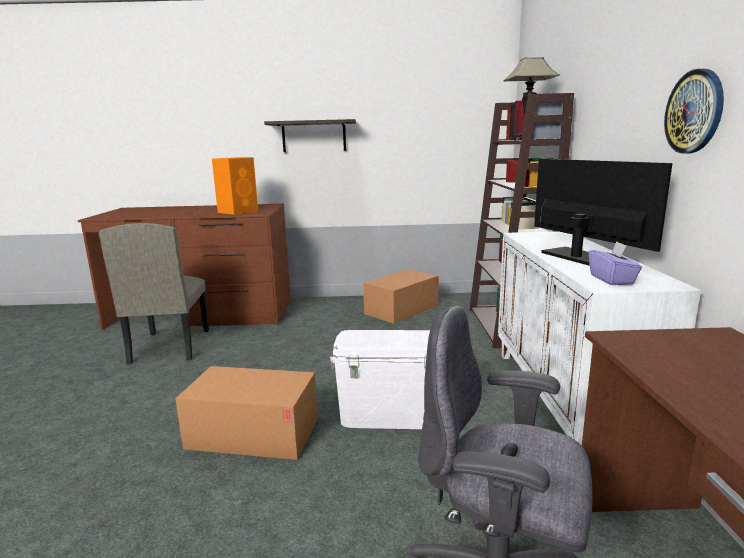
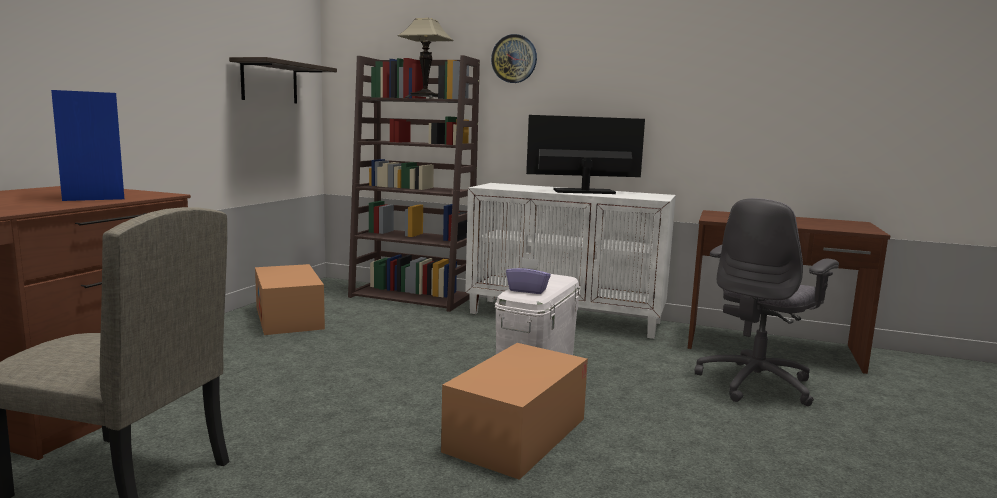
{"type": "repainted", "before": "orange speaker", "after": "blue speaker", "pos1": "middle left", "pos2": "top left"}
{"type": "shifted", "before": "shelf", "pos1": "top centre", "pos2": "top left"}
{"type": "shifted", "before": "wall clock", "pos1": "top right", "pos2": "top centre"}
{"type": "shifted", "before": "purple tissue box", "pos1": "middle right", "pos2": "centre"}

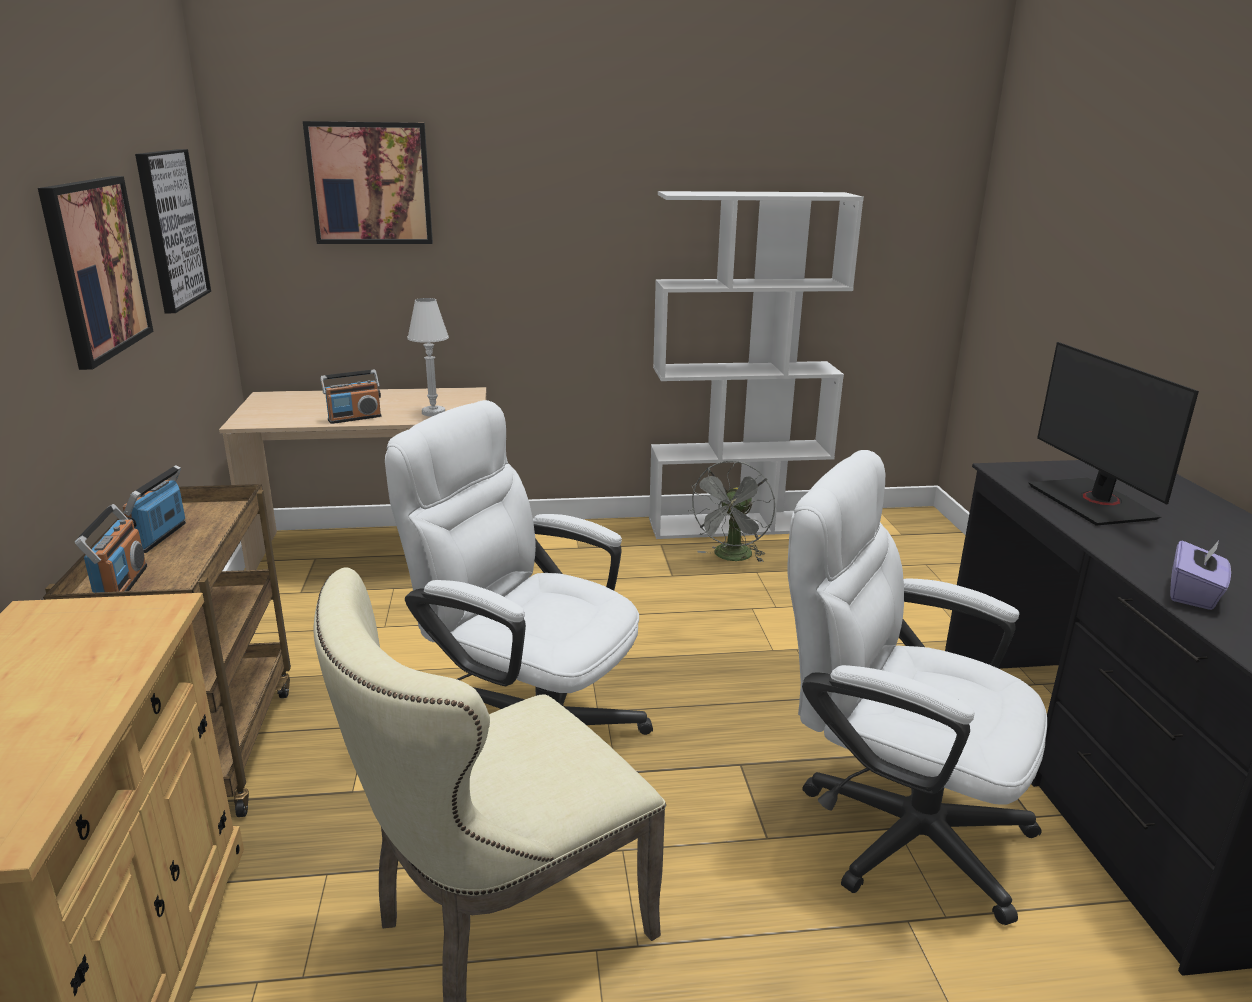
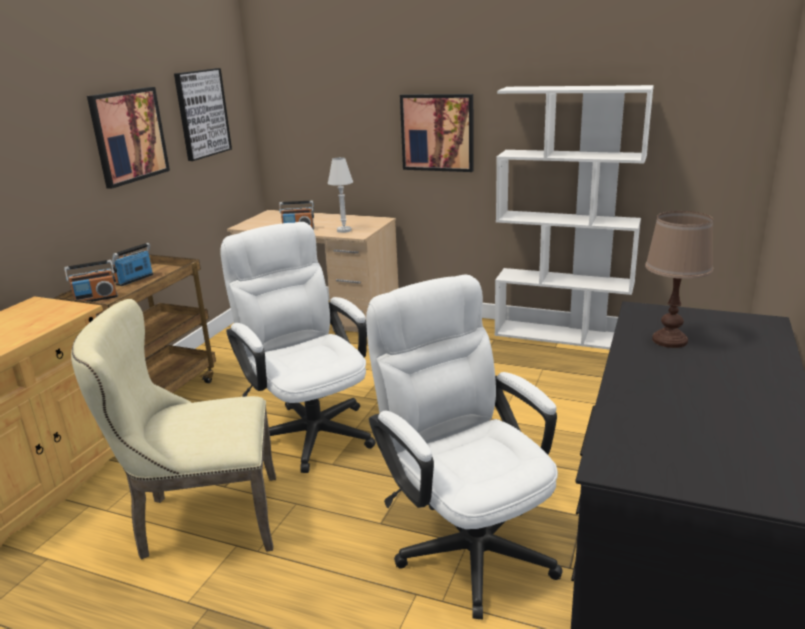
{"type": "rotated", "before": "radio (no. 1 from left)", "pos1": "middle left", "pos2": "middle left", "turn": 45}
{"type": "shifted", "before": "picture (no. 3 from left)", "pos1": "top left", "pos2": "top centre"}
{"type": "swapped", "before": "monitor", "after": "brown table lamp", "pos1": "middle right", "pos2": "middle right"}
{"type": "gone", "before": "grey fan", "pos1": "centre"}
{"type": "gone", "before": "purple tissue box", "pos1": "middle right"}

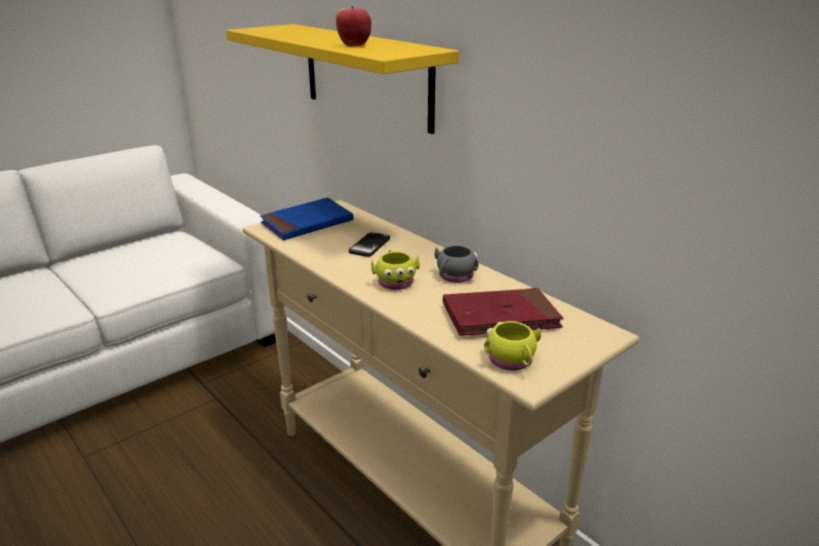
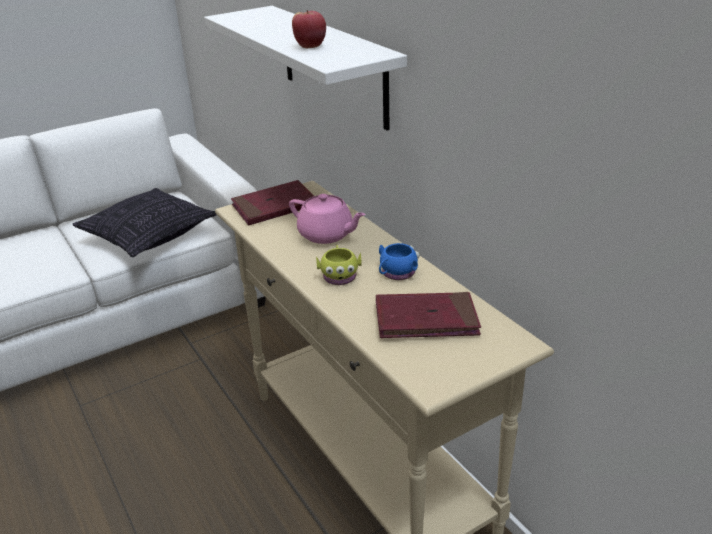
{"type": "new", "after": "pillow", "pos2": "middle left"}
{"type": "repainted", "before": "yellow shelf", "after": "white shelf", "pos1": "top centre", "pos2": "top centre"}
{"type": "repainted", "before": "blue book", "after": "red book (no. 1 from left)", "pos1": "centre", "pos2": "centre"}
{"type": "swapped", "before": "phone", "after": "pink teapot", "pos1": "centre", "pos2": "centre"}
{"type": "repainted", "before": "grey mug", "after": "blue mug", "pos1": "centre", "pos2": "centre"}
{"type": "gone", "before": "yellow mug (no. 2 from left)", "pos1": "centre"}

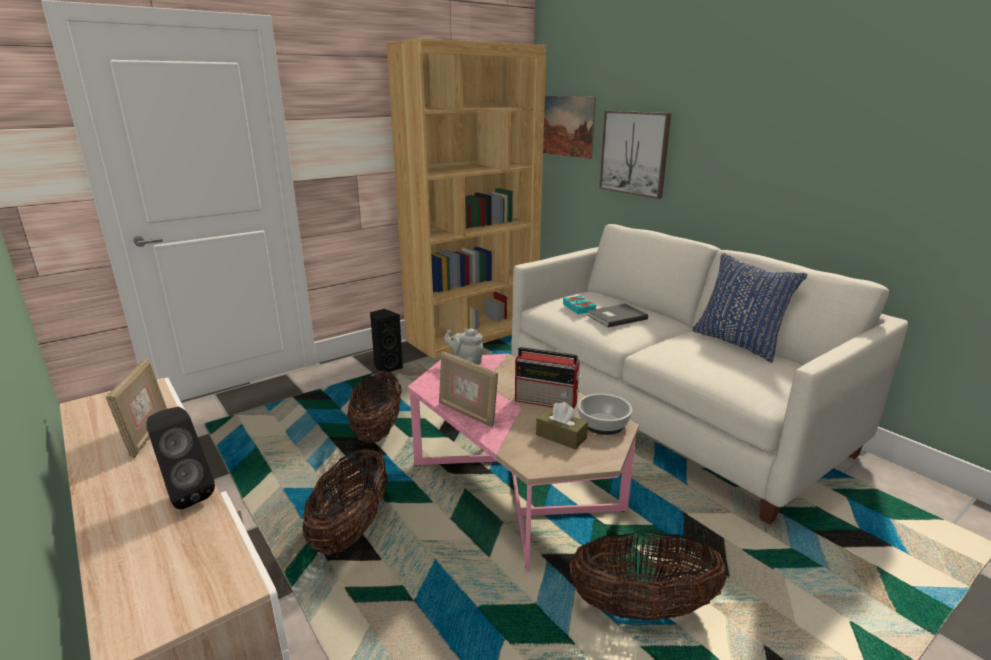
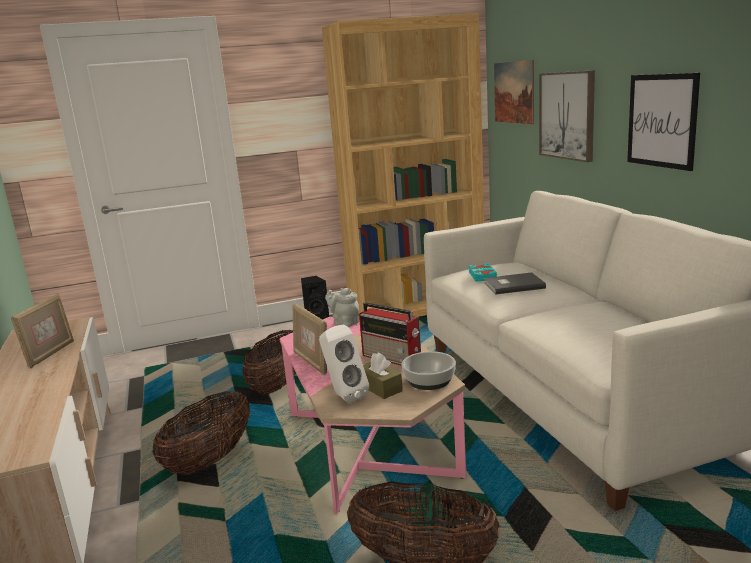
{"type": "new", "after": "white speaker", "pos2": "centre"}
{"type": "new", "after": "picture (no. 3 from left)", "pos2": "top right"}
{"type": "gone", "before": "black speaker (no. 1 from left)", "pos1": "bottom left"}
{"type": "gone", "before": "blue pillow", "pos1": "middle right"}

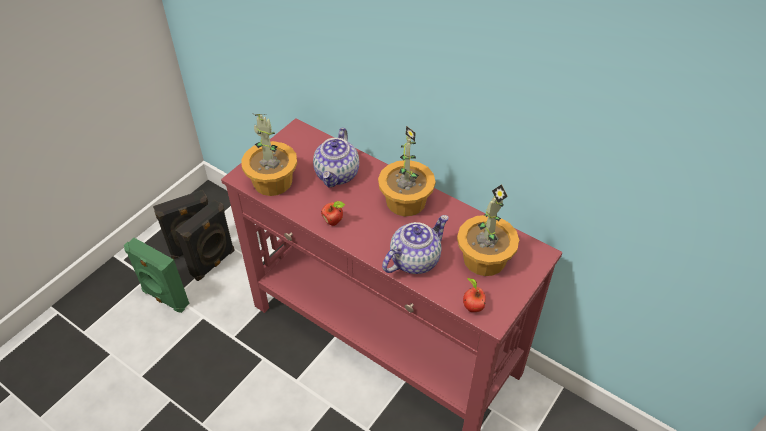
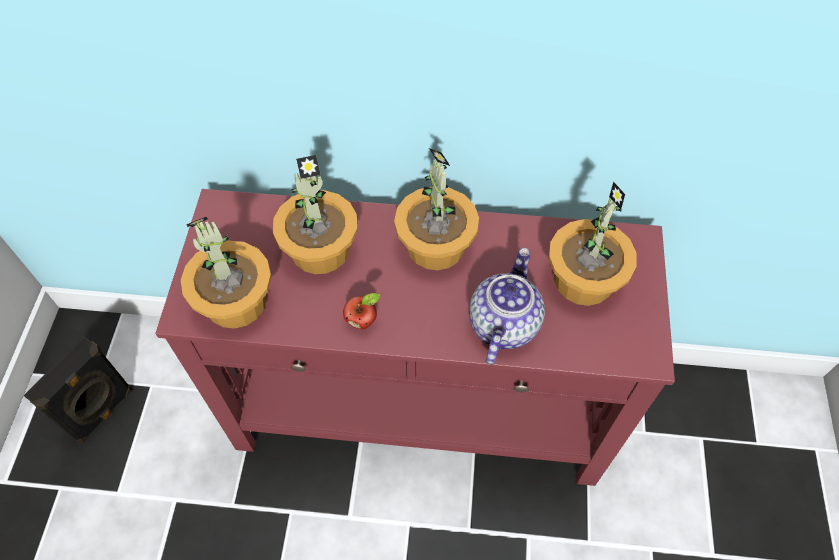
{"type": "swapped", "before": "teapot (no. 1 from left)", "after": "potted plant (no. 2 from left)", "pos1": "centre", "pos2": "centre"}
{"type": "gone", "before": "green speaker", "pos1": "middle left"}
{"type": "gone", "before": "black speaker (no. 2 from left)", "pos1": "middle left"}
{"type": "gone", "before": "apple (no. 2 from left)", "pos1": "bottom centre"}

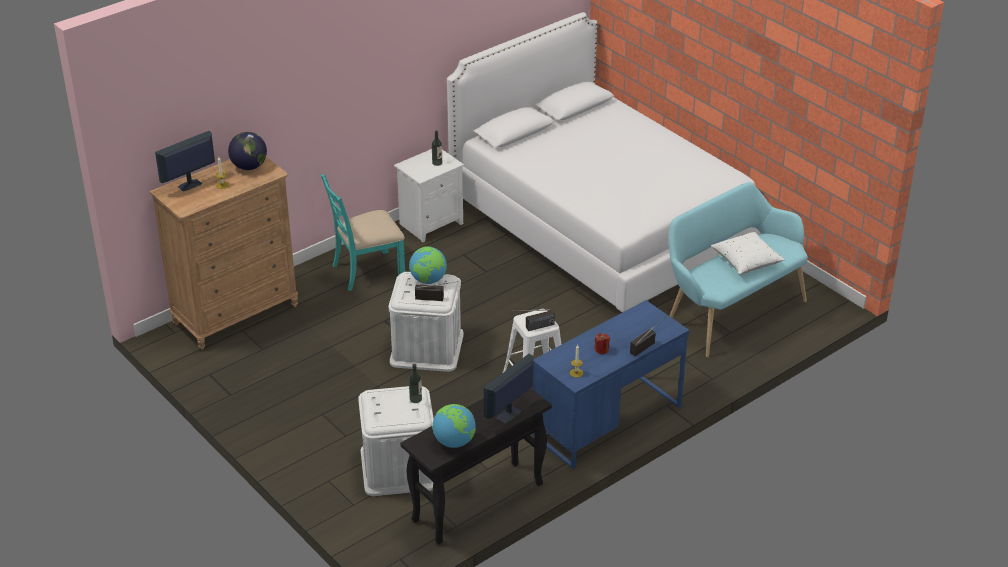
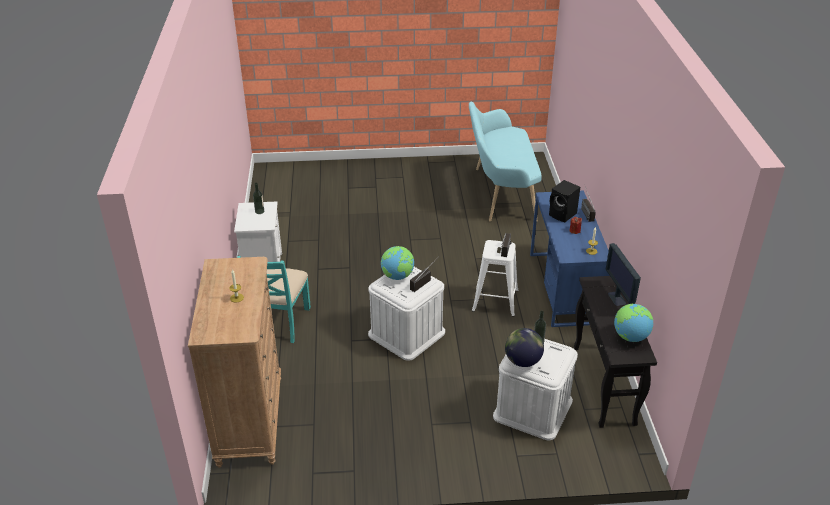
{"type": "shifted", "before": "globe (no. 1 from left in the first image)", "after": "globe (no. 2 from left)", "pos1": "top left", "pos2": "bottom centre"}
{"type": "new", "after": "black speaker", "pos2": "middle right"}
{"type": "gone", "before": "monitor (no. 1 from left)", "pos1": "top left"}
{"type": "gone", "before": "white bed", "pos1": "top centre"}
{"type": "gone", "before": "white pillow", "pos1": "middle right"}

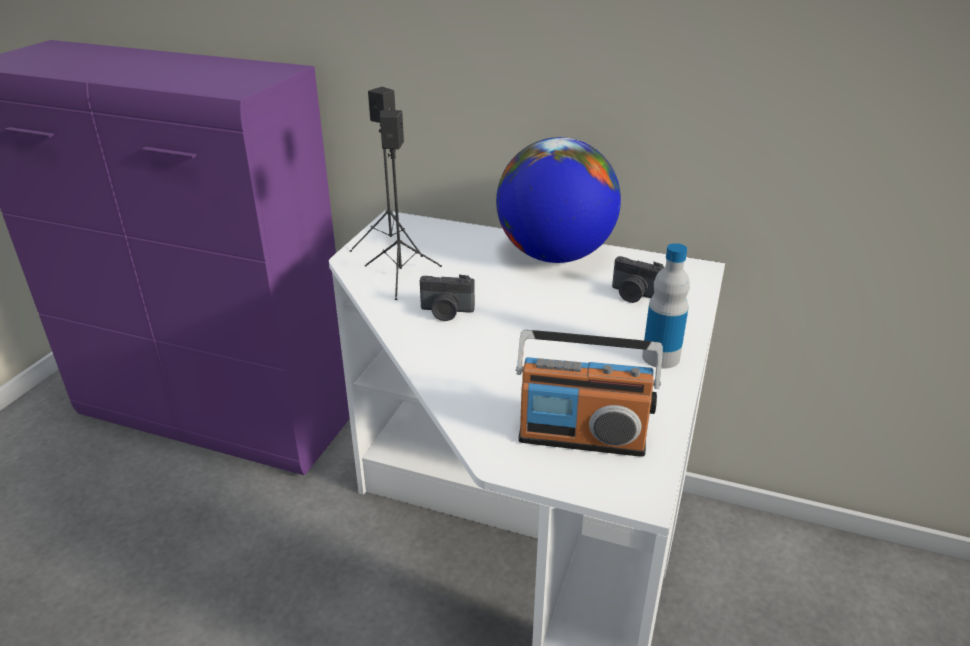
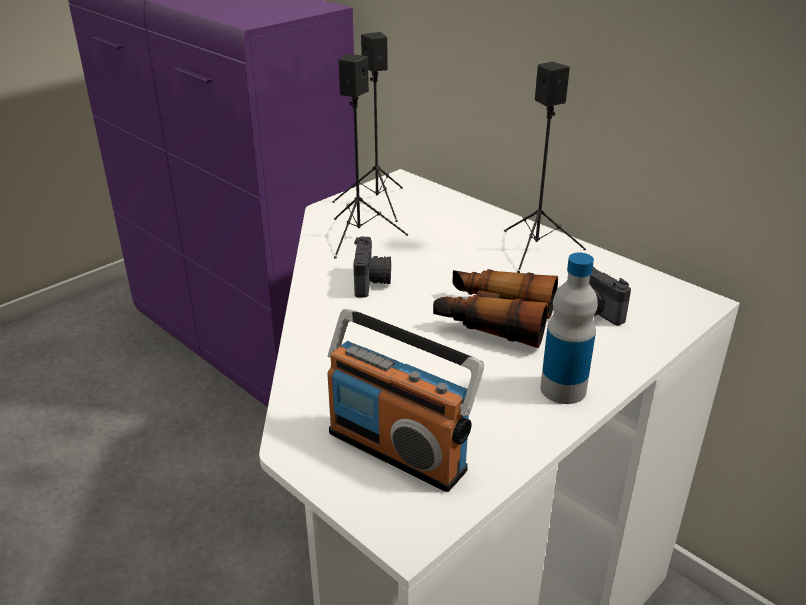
{"type": "rotated", "before": "photo camera (no. 1 from left)", "pos1": "centre", "pos2": "centre", "turn": -120}
{"type": "new", "after": "binoculars", "pos2": "centre"}
{"type": "swapped", "before": "globe", "after": "black speaker (no. 3 from left)", "pos1": "top centre", "pos2": "top right"}

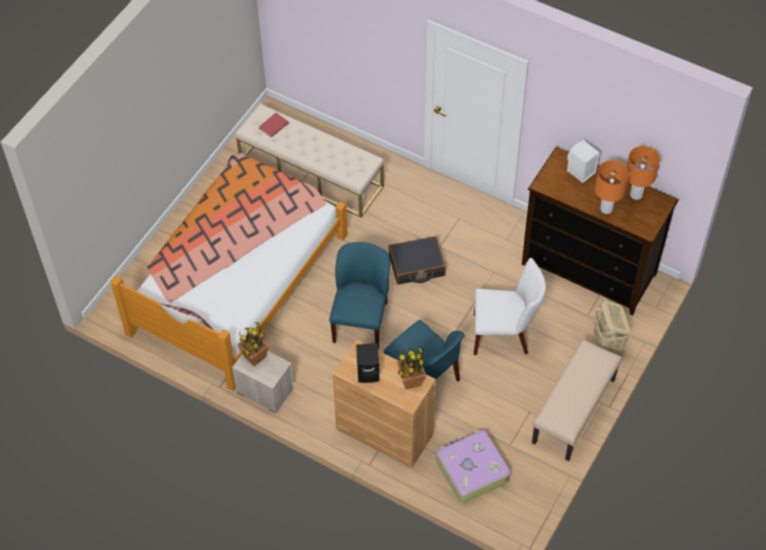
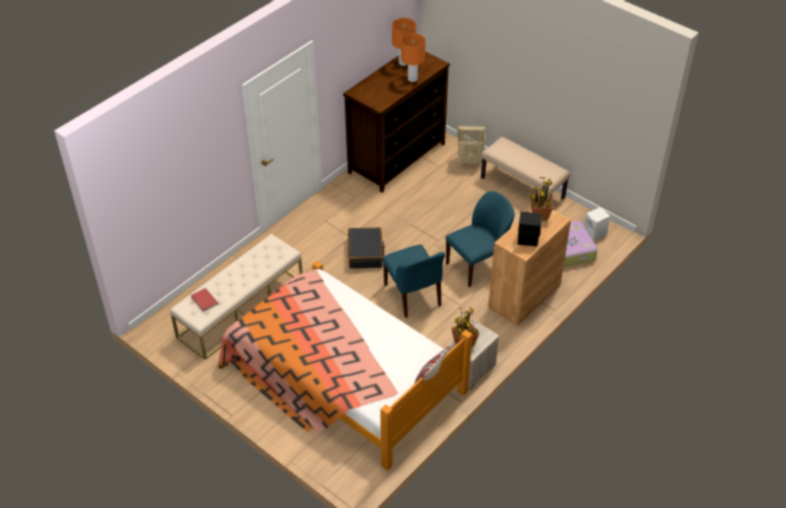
{"type": "rotated", "before": "blue chair (no. 1 from left)", "pos1": "centre", "pos2": "centre", "turn": -135}
{"type": "shifted", "before": "white speaker", "pos1": "top right", "pos2": "middle right"}
{"type": "gone", "before": "white chair", "pos1": "centre"}

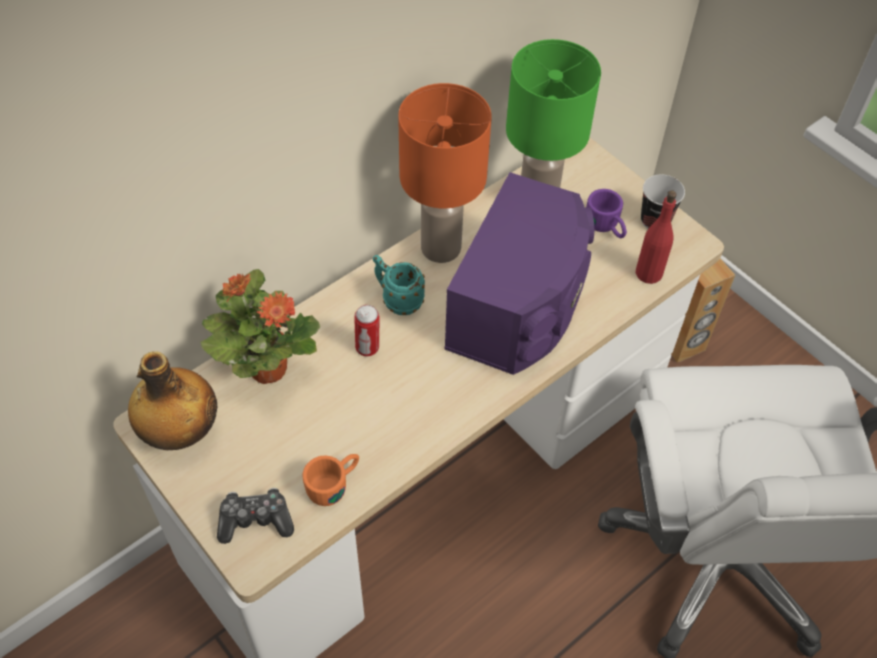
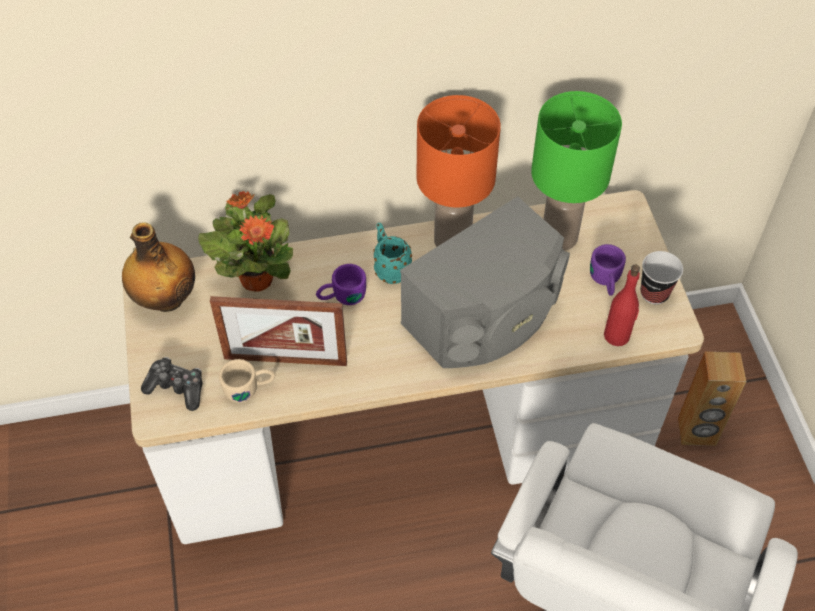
{"type": "new", "after": "picture frame", "pos2": "centre"}
{"type": "repainted", "before": "orange mug", "after": "beige mug", "pos1": "bottom centre", "pos2": "middle left"}
{"type": "swapped", "before": "can", "after": "purple mug (no. 1 from left)", "pos1": "centre", "pos2": "centre"}
{"type": "repainted", "before": "purple speaker", "after": "grey speaker", "pos1": "centre", "pos2": "centre"}

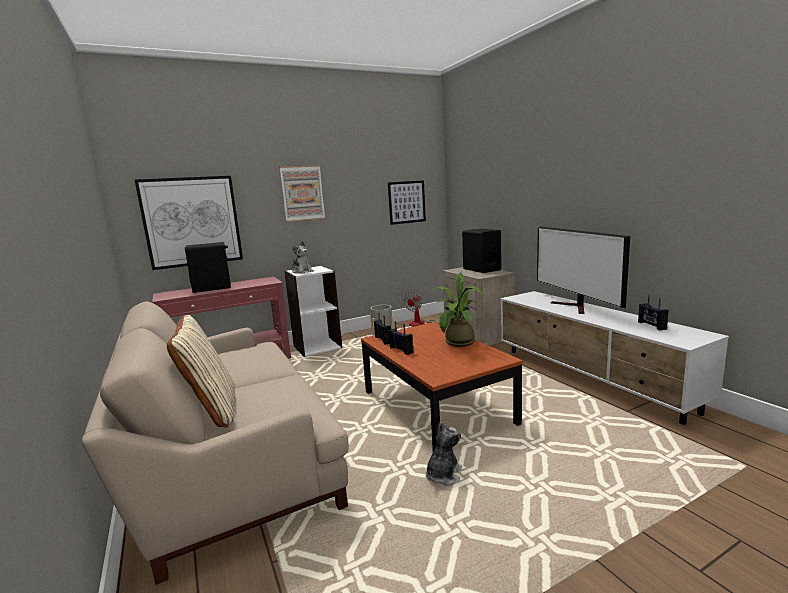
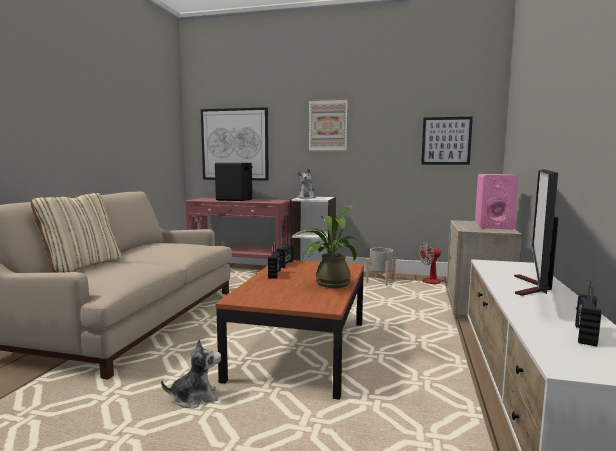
{"type": "repainted", "before": "black speaker (no. 2 from left)", "after": "pink speaker", "pos1": "centre", "pos2": "middle right"}

